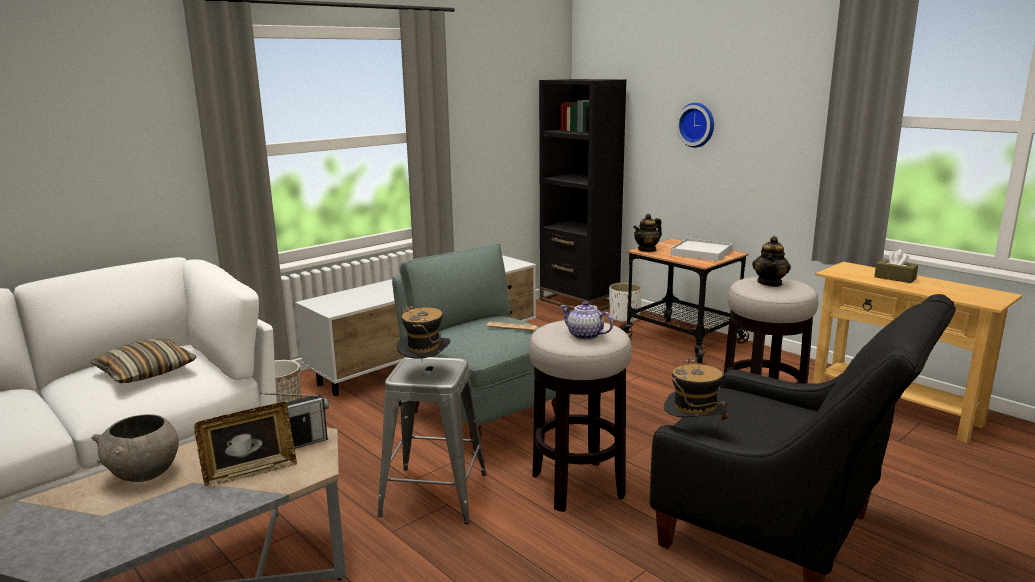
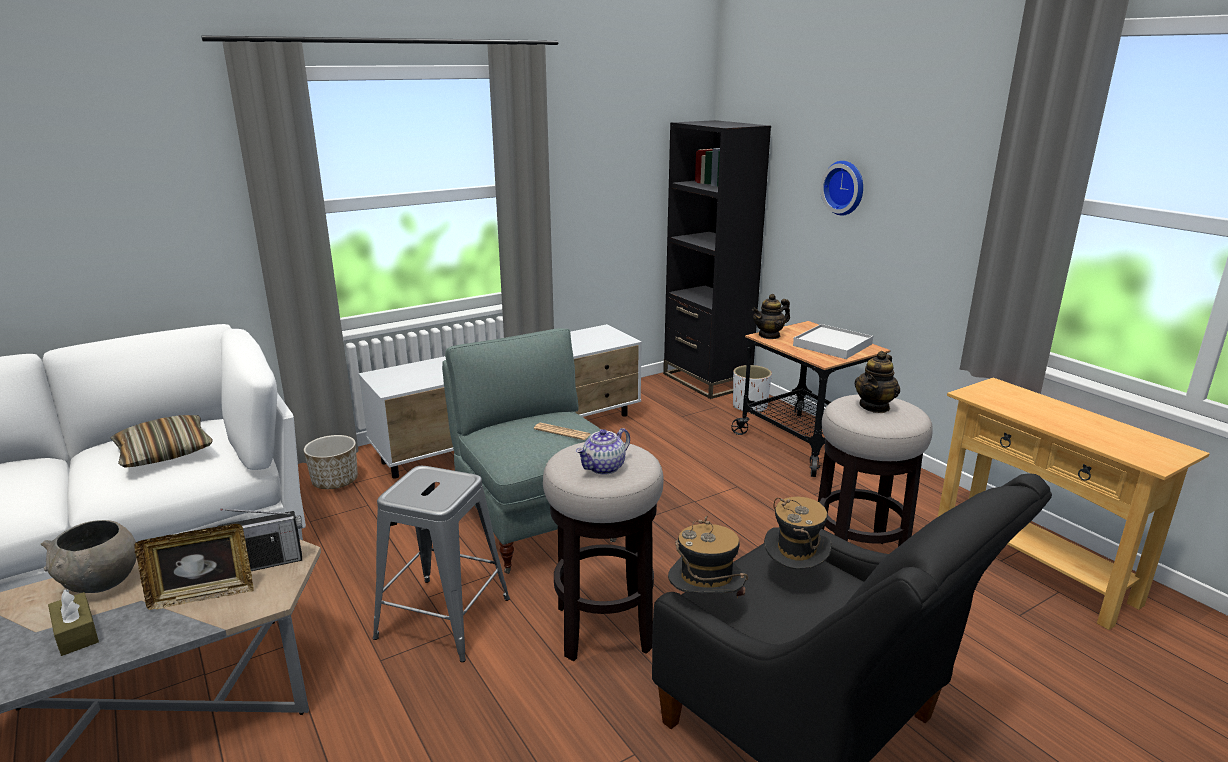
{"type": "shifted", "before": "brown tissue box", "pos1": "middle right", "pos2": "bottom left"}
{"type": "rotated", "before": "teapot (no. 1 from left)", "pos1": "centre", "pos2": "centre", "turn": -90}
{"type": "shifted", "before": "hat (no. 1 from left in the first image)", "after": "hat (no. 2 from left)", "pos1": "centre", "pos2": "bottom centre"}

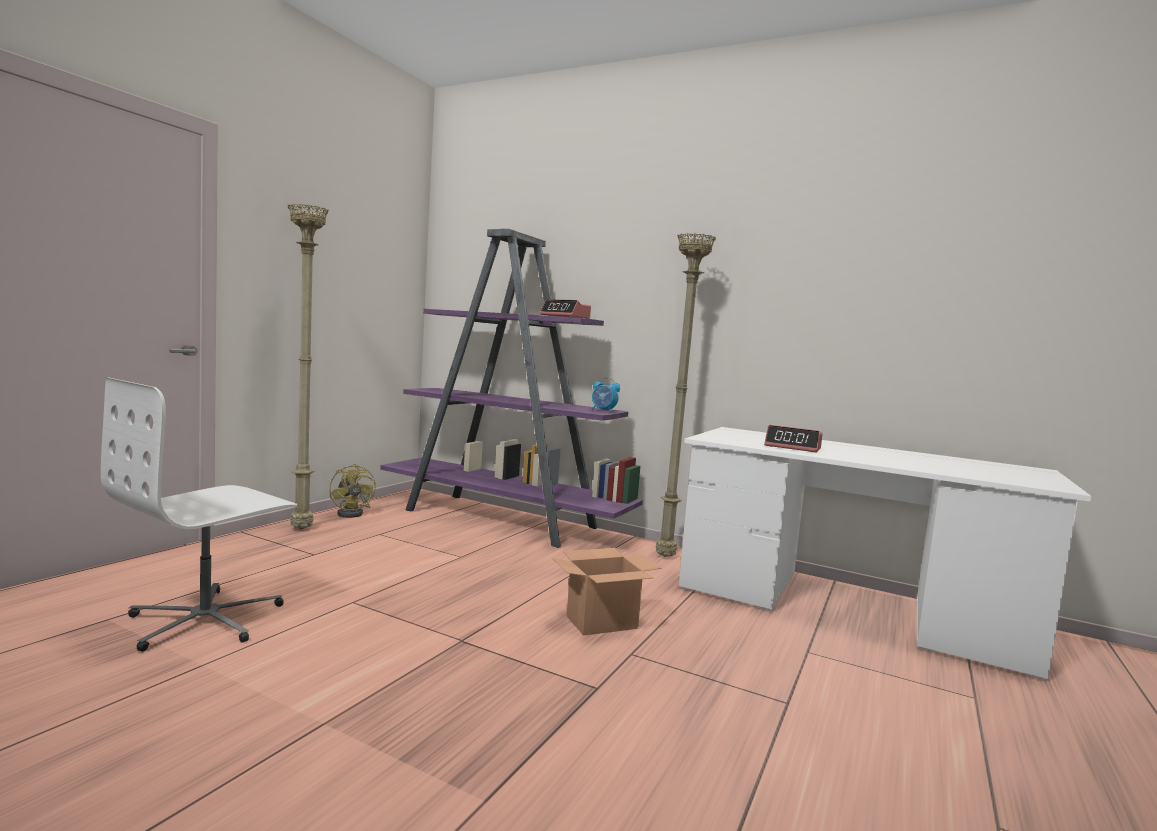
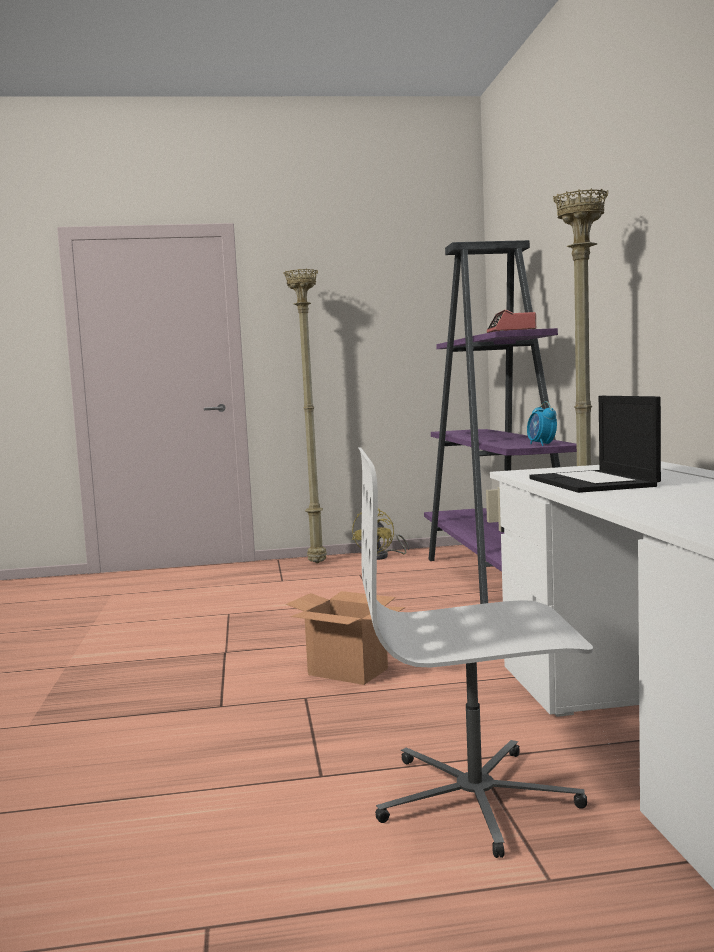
{"type": "shifted", "before": "white office chair", "pos1": "middle left", "pos2": "bottom right"}
{"type": "swapped", "before": "alarm clock (no. 3 from left)", "after": "laptop", "pos1": "middle right", "pos2": "middle right"}

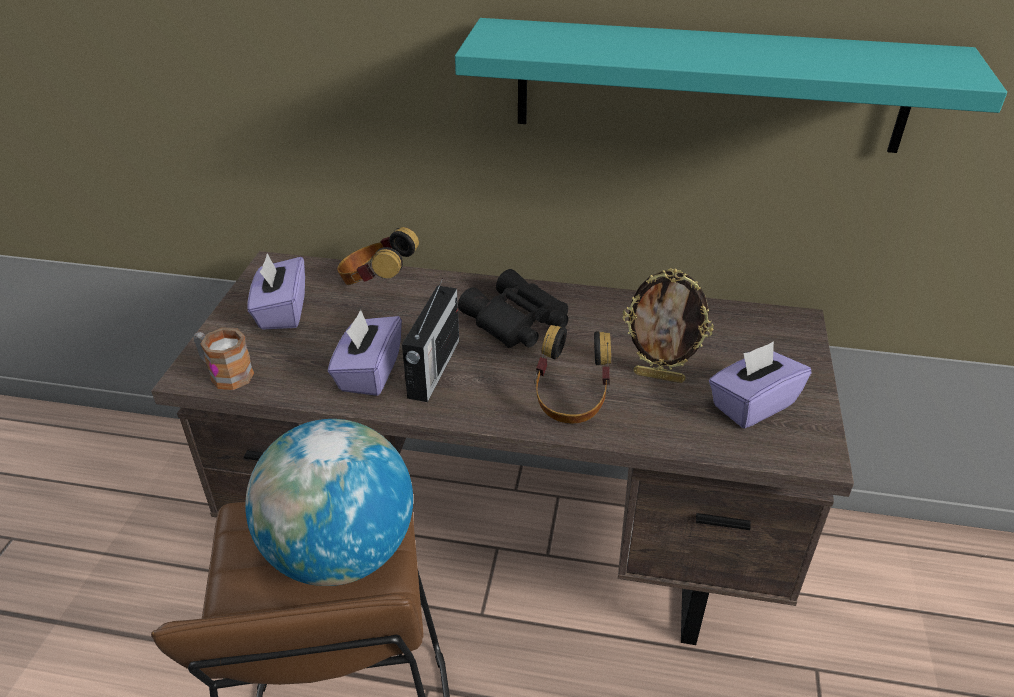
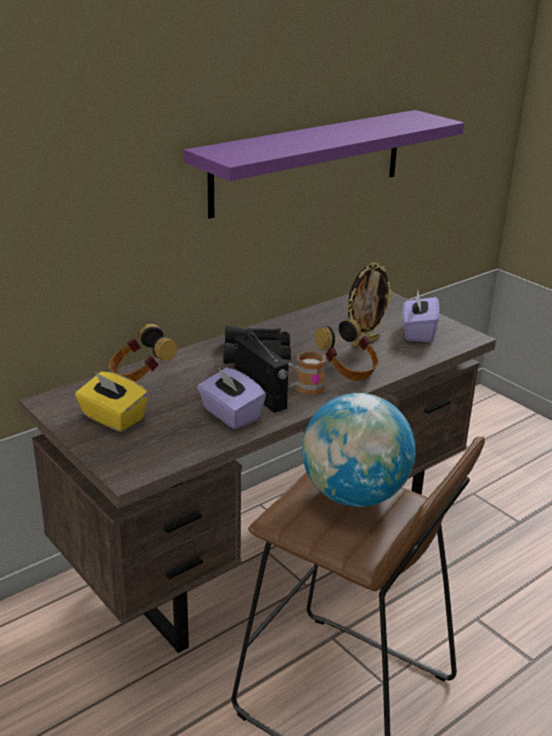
{"type": "repainted", "before": "purple tissue box (no. 1 from left)", "after": "yellow tissue box", "pos1": "middle left", "pos2": "middle left"}
{"type": "repainted", "before": "turquoise shelf", "after": "purple shelf", "pos1": "top right", "pos2": "top centre"}
{"type": "shifted", "before": "mug", "pos1": "middle left", "pos2": "centre"}

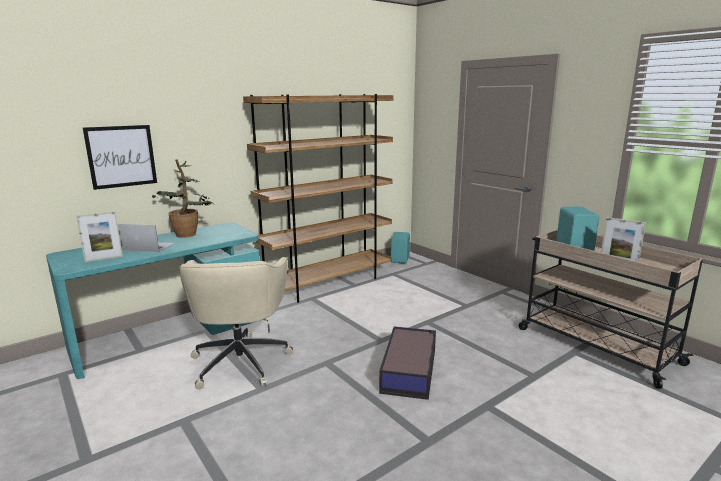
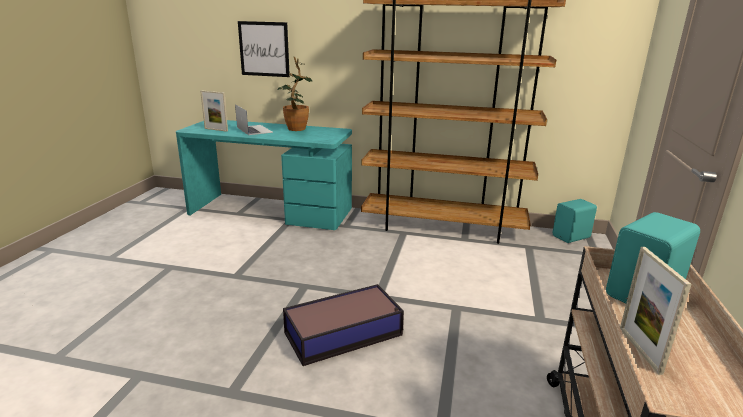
{"type": "gone", "before": "beige office chair", "pos1": "bottom left"}

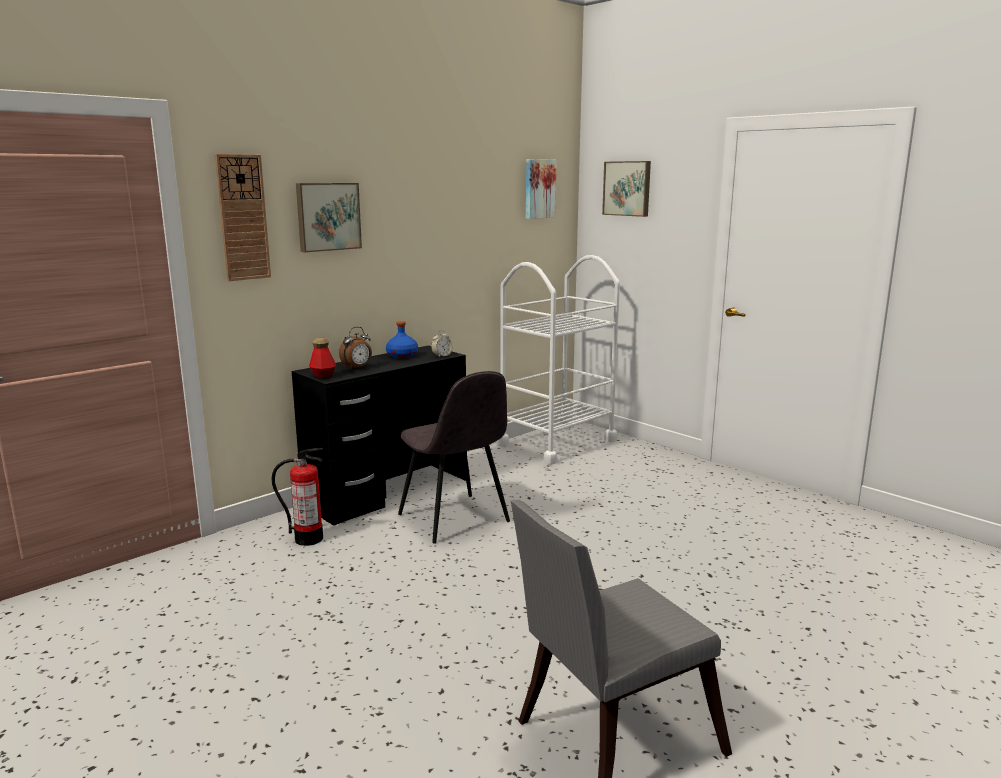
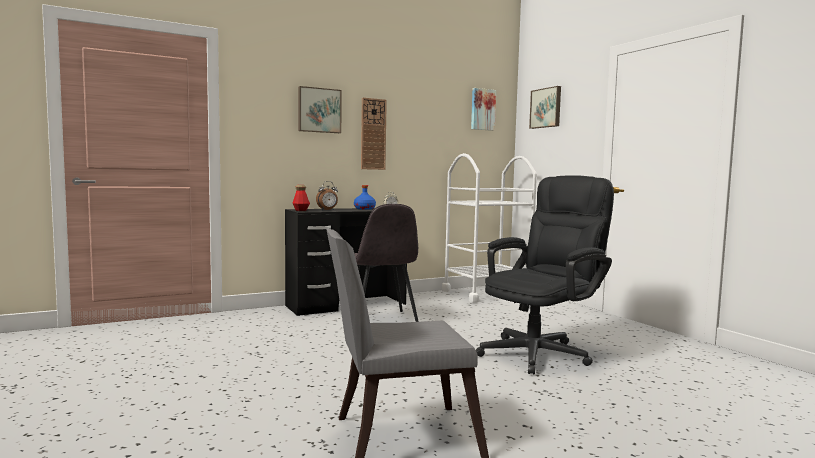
{"type": "shifted", "before": "wall clock", "pos1": "top left", "pos2": "top centre"}
{"type": "new", "after": "black office chair", "pos2": "middle right"}
{"type": "gone", "before": "fire extinguisher", "pos1": "middle left"}

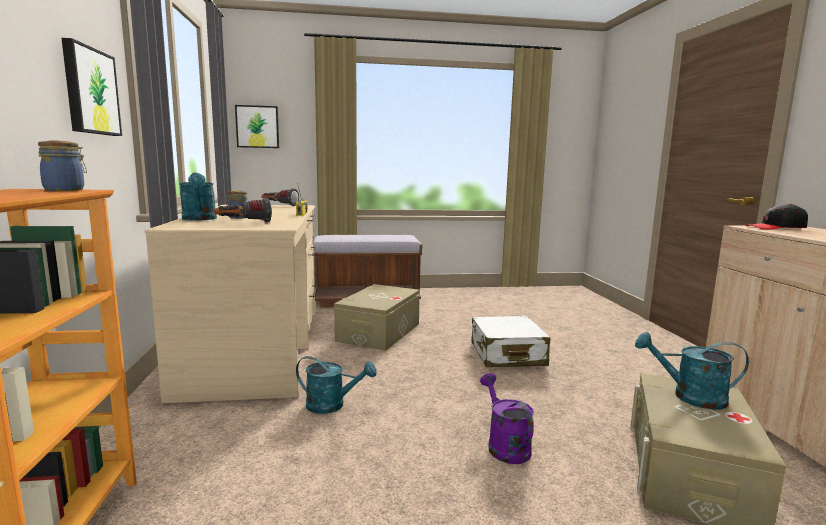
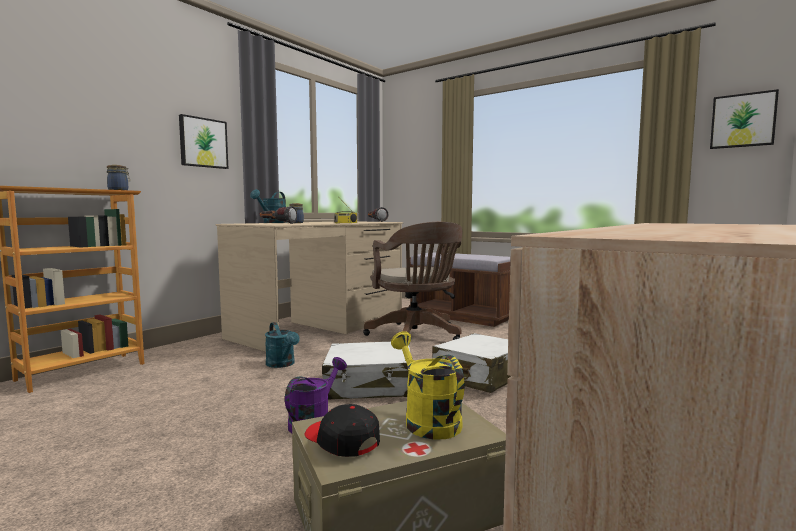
{"type": "shifted", "before": "black cap", "pos1": "middle right", "pos2": "bottom centre"}
{"type": "new", "after": "white suitcase (no. 1 from left)", "pos2": "bottom centre"}
{"type": "swapped", "before": "beige storage box (no. 1 from left)", "after": "brown office chair", "pos1": "centre", "pos2": "centre"}
{"type": "repainted", "before": "turquoise watering can (no. 3 from left)", "after": "yellow watering can", "pos1": "bottom right", "pos2": "bottom centre"}
{"type": "shifted", "before": "picture (no. 2 from left)", "pos1": "top left", "pos2": "top right"}

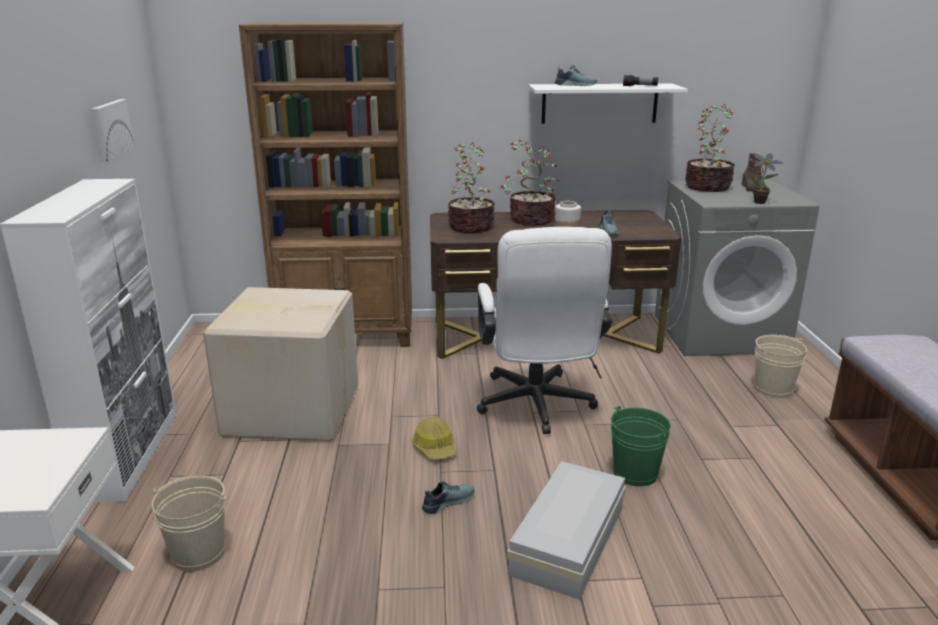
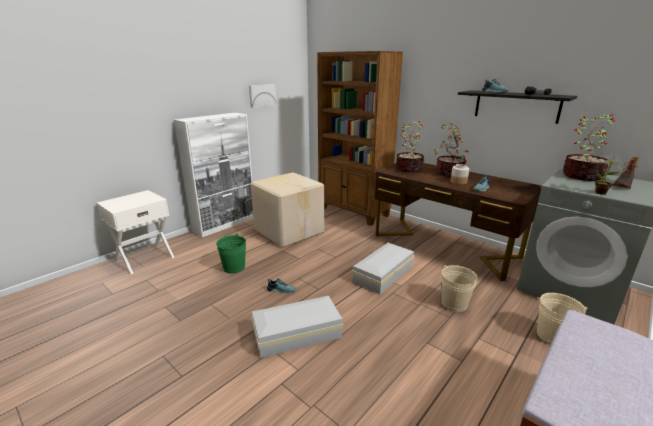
{"type": "shifted", "before": "green bucket", "pos1": "bottom right", "pos2": "centre"}
{"type": "swapped", "before": "white office chair", "after": "white storage box (no. 2 from left)", "pos1": "centre", "pos2": "centre"}
{"type": "shifted", "before": "beige bucket (no. 1 from left)", "pos1": "bottom left", "pos2": "bottom right"}
{"type": "repainted", "before": "white shelf", "after": "black shelf", "pos1": "top centre", "pos2": "top right"}
{"type": "gone", "before": "hard hat", "pos1": "bottom centre"}

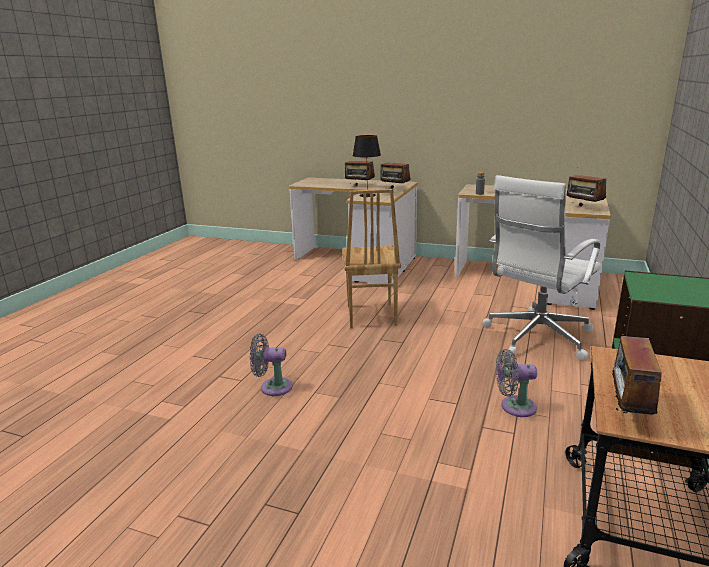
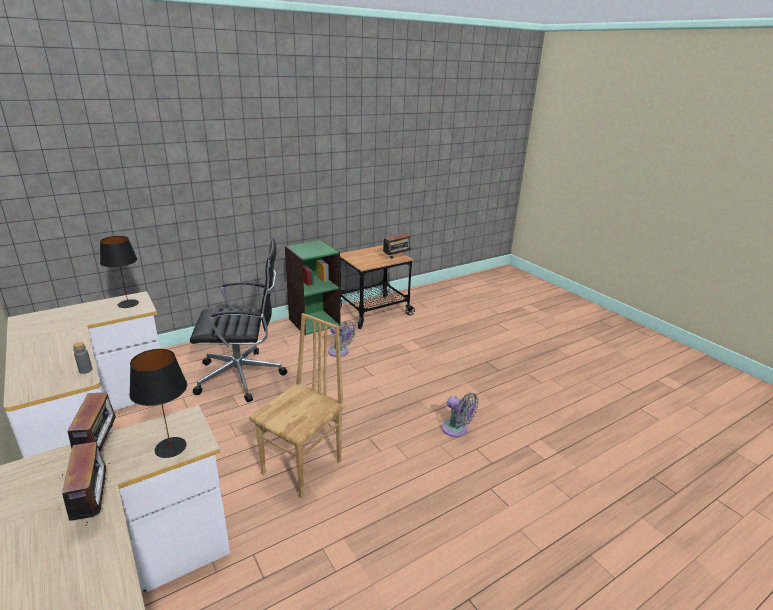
{"type": "swapped", "before": "radio (no. 3 from left)", "after": "black table lamp (no. 1 from left)", "pos1": "top right", "pos2": "middle left"}
{"type": "repainted", "before": "white office chair", "after": "black office chair", "pos1": "middle right", "pos2": "middle left"}

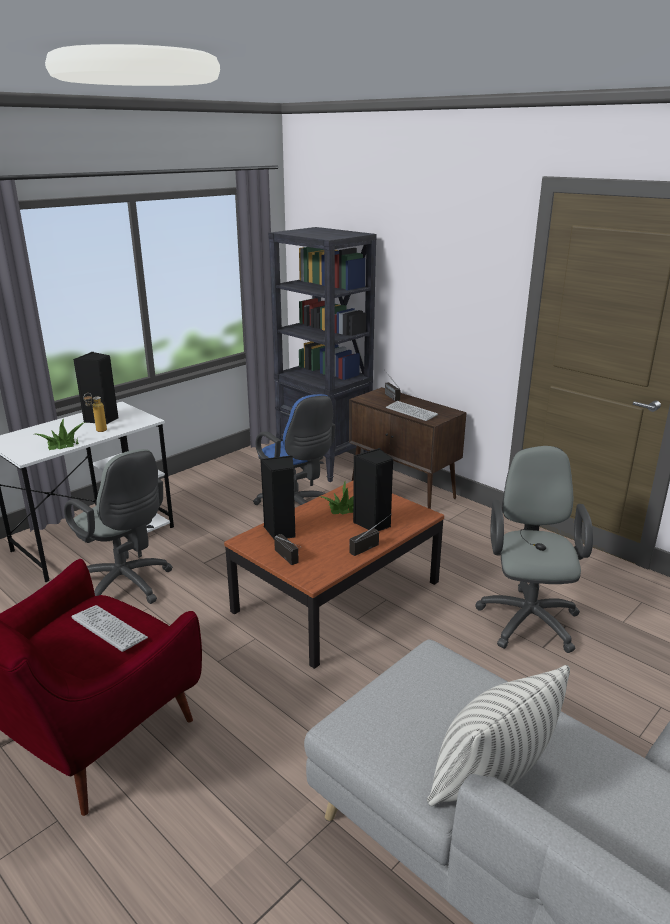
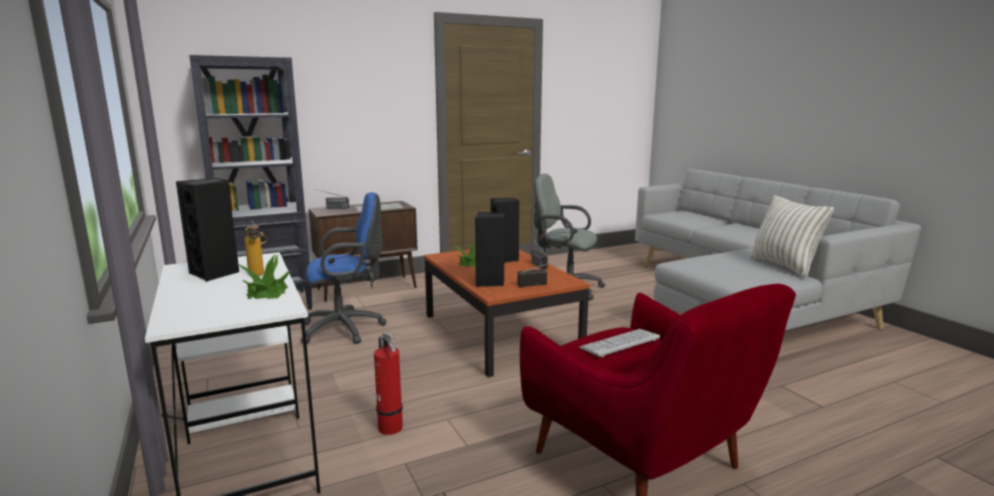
{"type": "swapped", "before": "grey office chair (no. 1 from left)", "after": "fire extinguisher", "pos1": "middle left", "pos2": "bottom centre"}

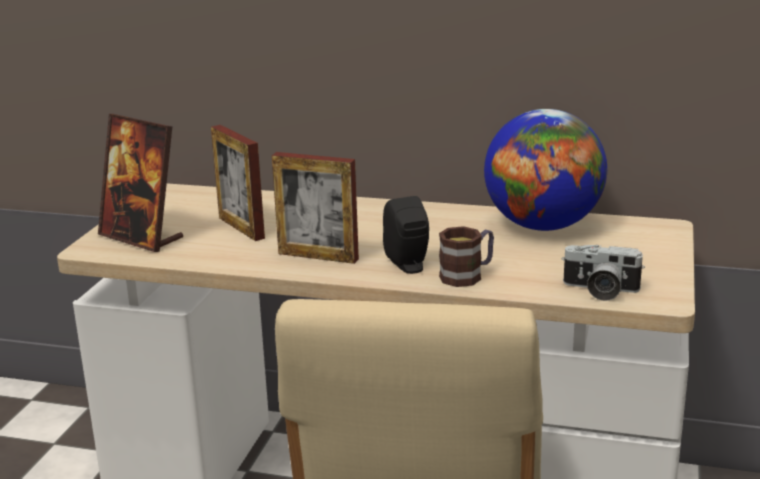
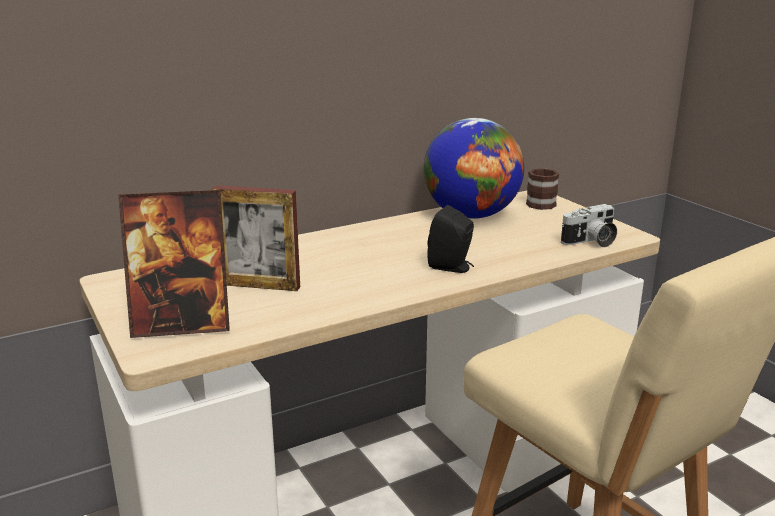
{"type": "shifted", "before": "mug", "pos1": "centre", "pos2": "middle right"}
{"type": "gone", "before": "picture frame (no. 3 from left)", "pos1": "centre"}

